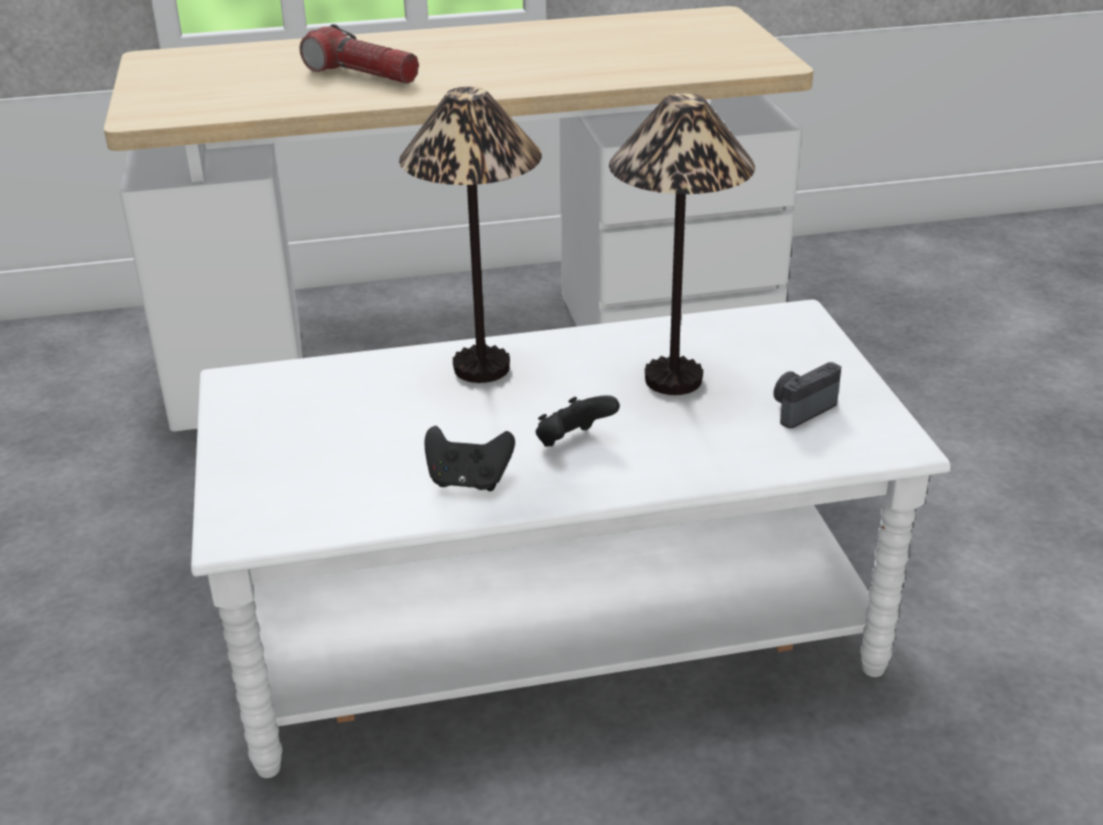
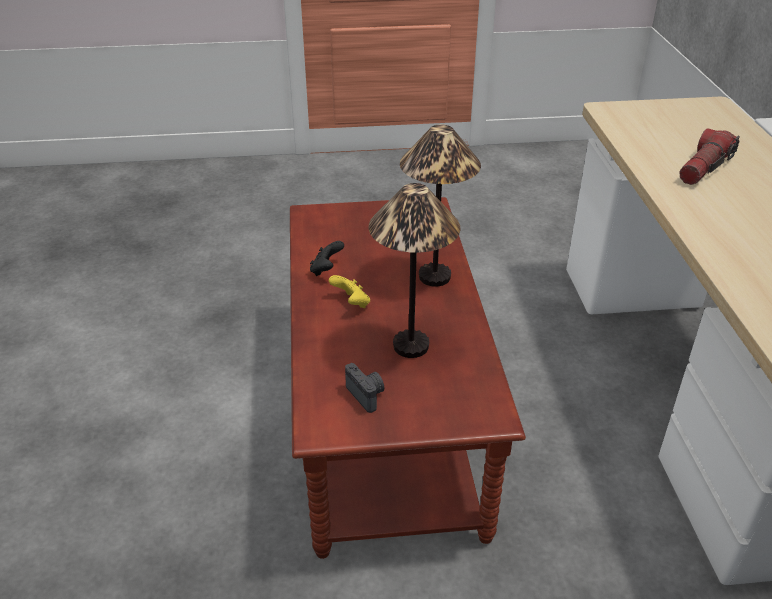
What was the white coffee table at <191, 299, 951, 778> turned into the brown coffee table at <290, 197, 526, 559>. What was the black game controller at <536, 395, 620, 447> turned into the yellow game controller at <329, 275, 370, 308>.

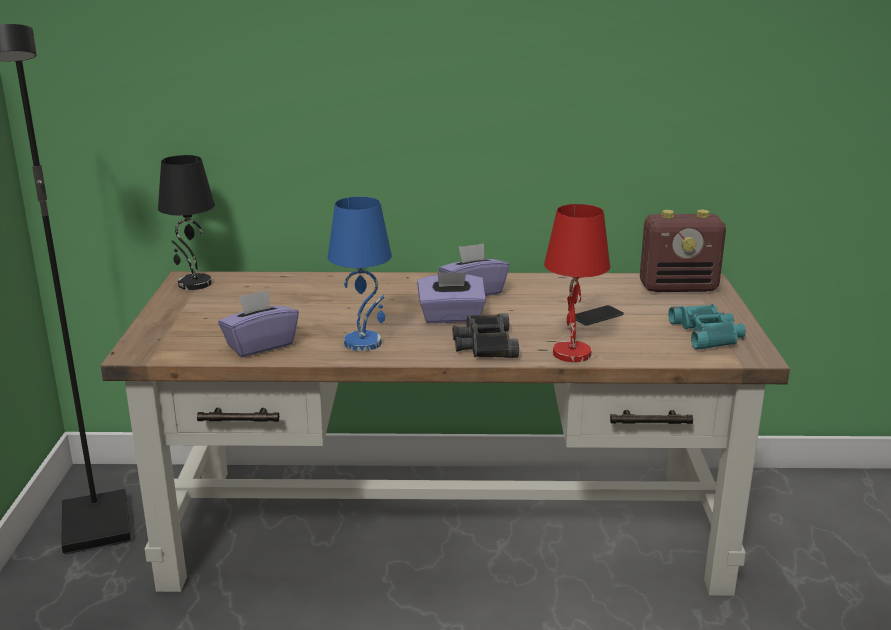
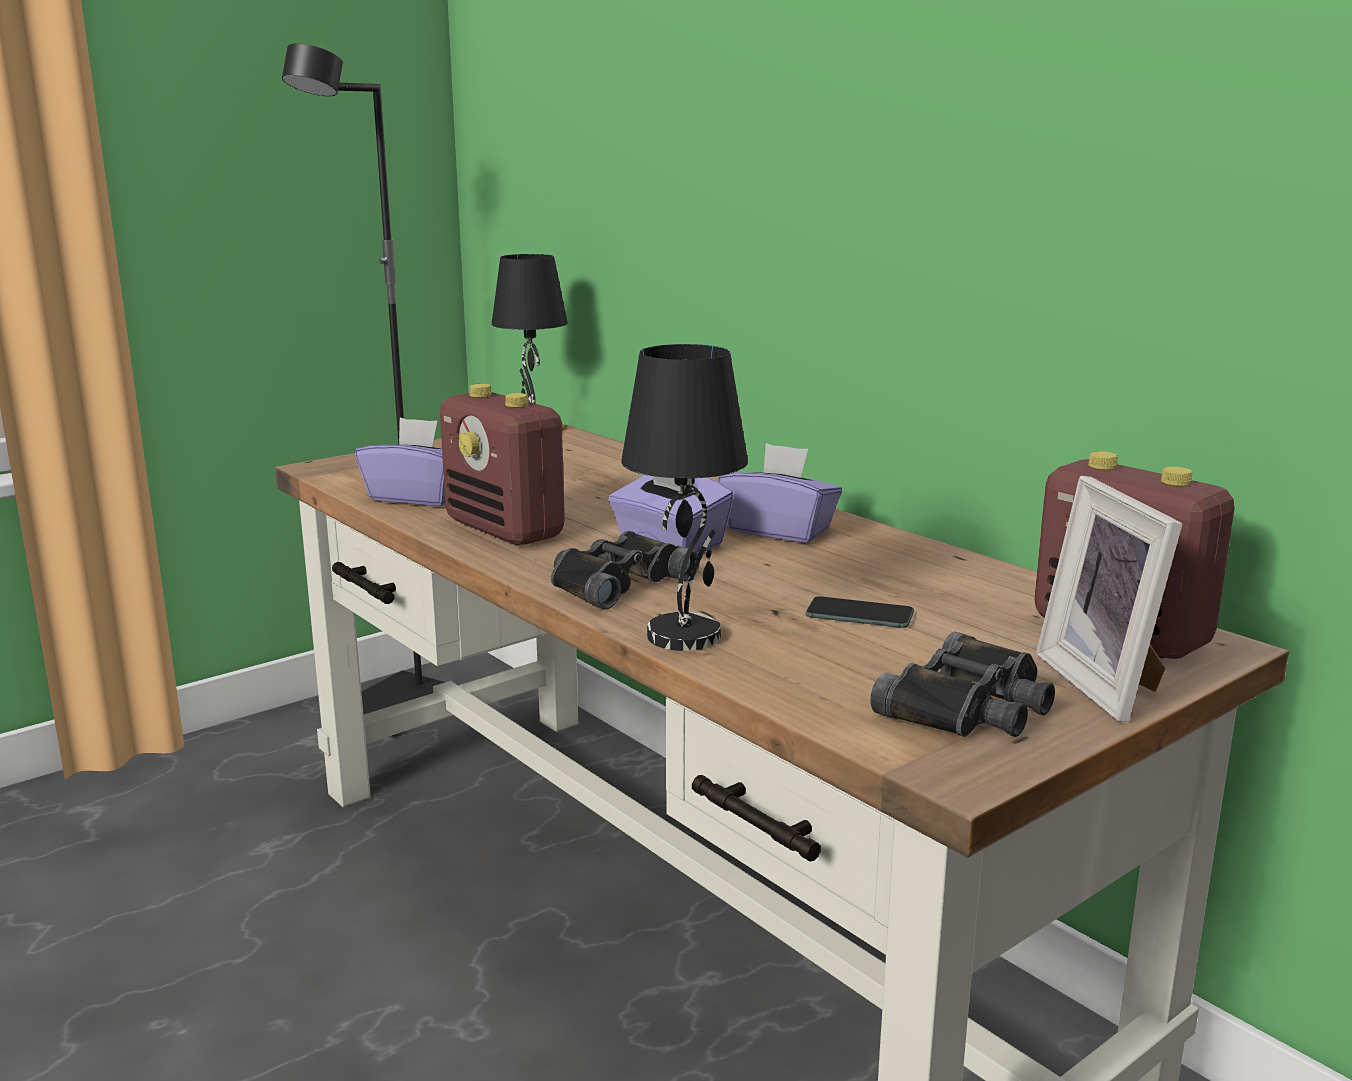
Where the blue table lamp stood at <328, 197, 392, 351>, the radio came to stand at <440, 384, 568, 545>. What was the red table lamp at <544, 204, 610, 362> turned into the black table lamp at <621, 344, 748, 651>. What was the turquoise binoculars at <668, 304, 746, 350> turned into the black binoculars at <870, 632, 1055, 737>. The second view gained the picture frame at <1036, 476, 1182, 722>.

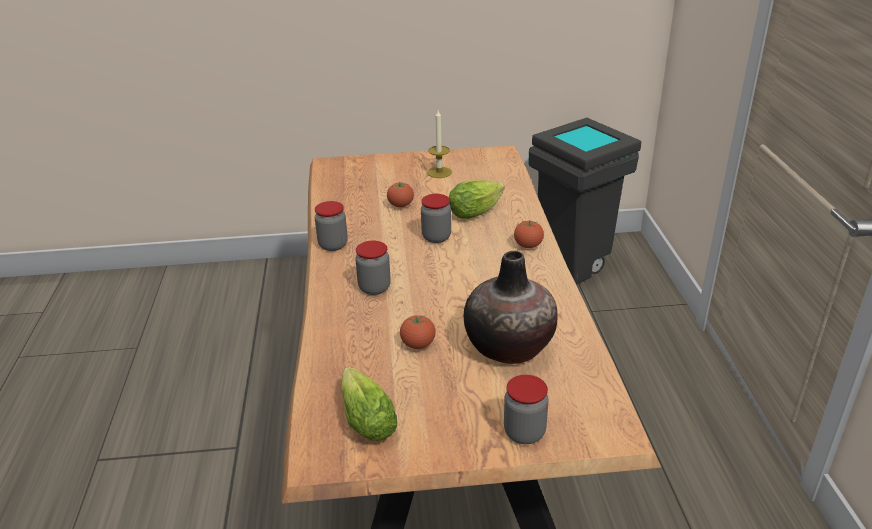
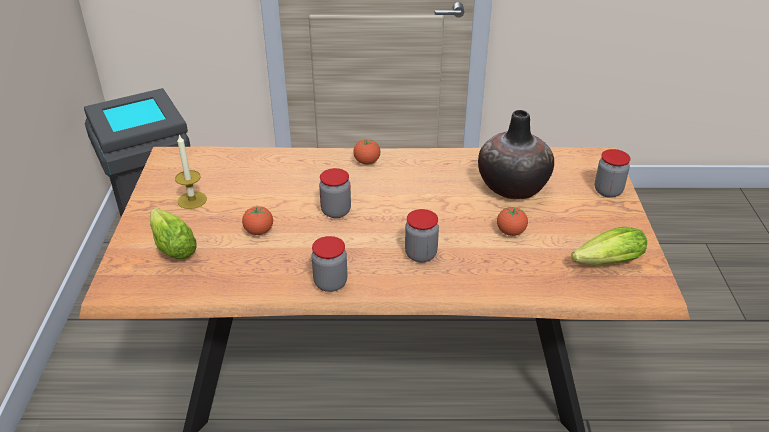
The lettuce ended up elsewhere, having gone from <449, 180, 505, 219> to <150, 208, 197, 259>.

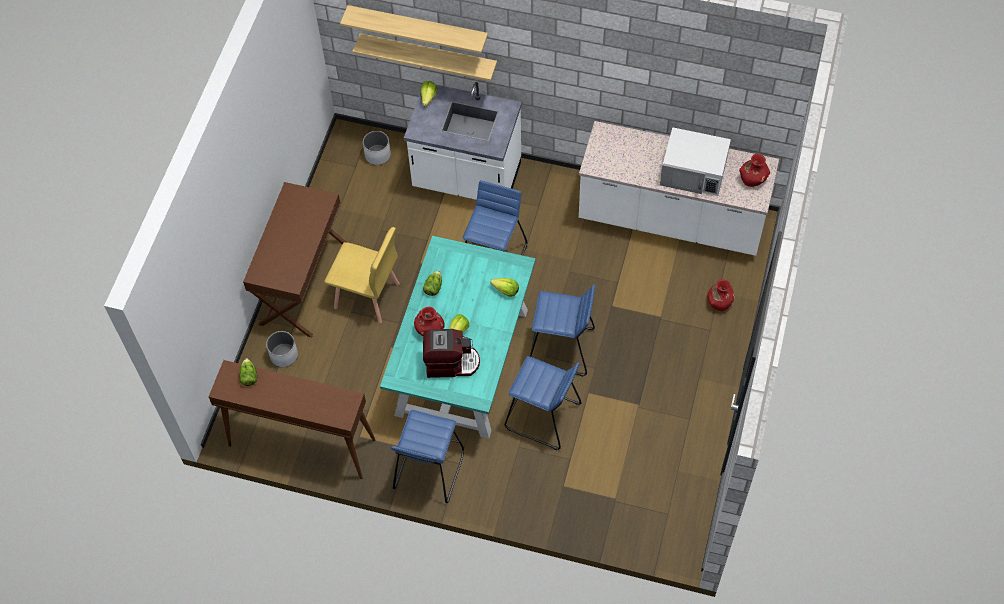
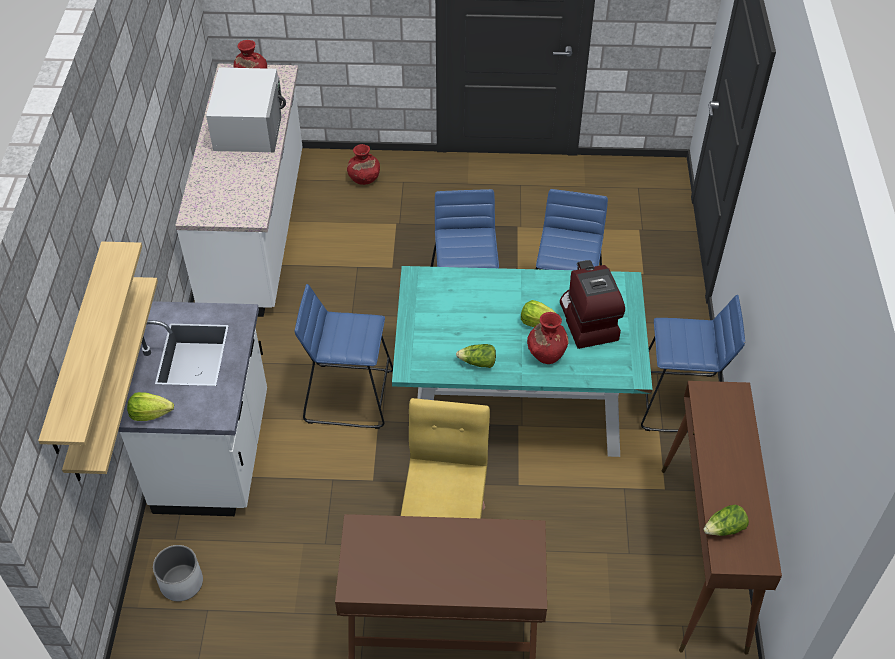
The second view lost the white planter at <266, 331, 298, 367>. The second view lost the lettuce at <490, 278, 519, 297>.

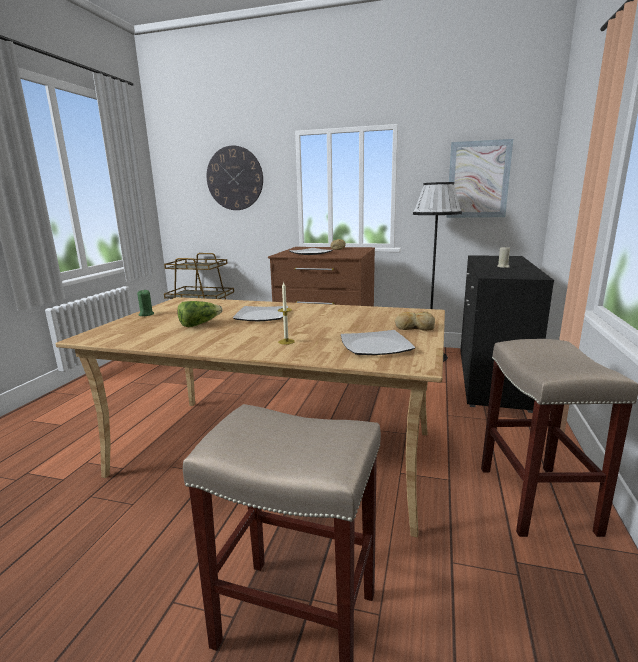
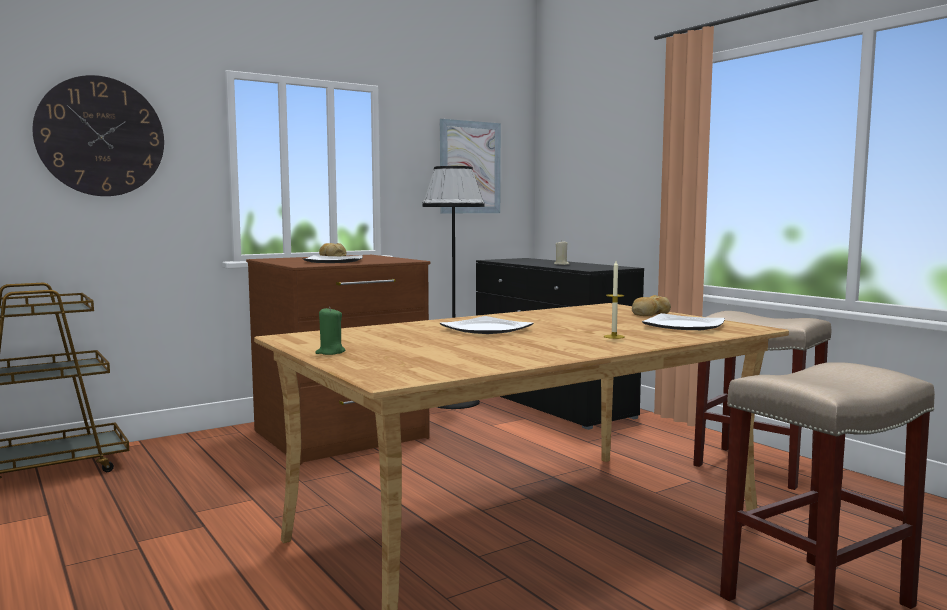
The second view lost the lettuce at <177, 301, 223, 327>.

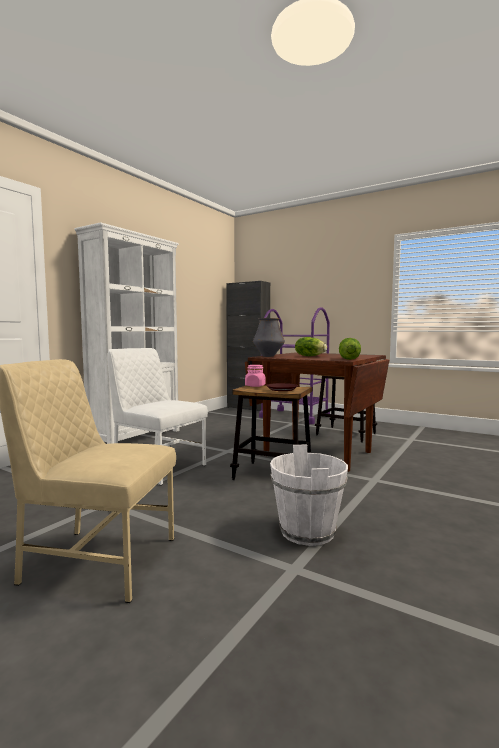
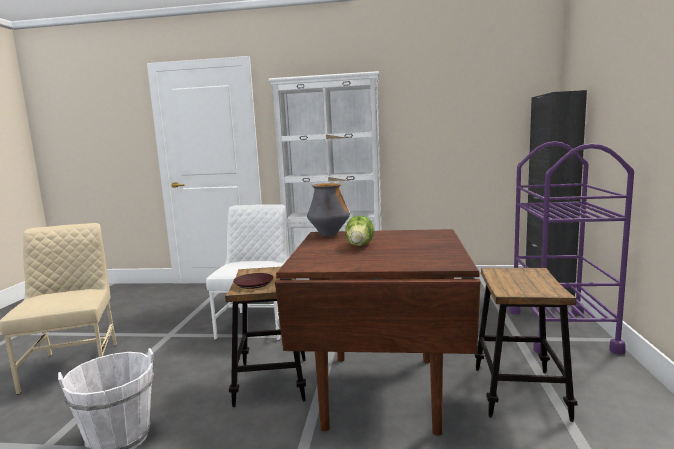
The second view lost the pink jar at <245, 365, 265, 387>. The second view lost the lettuce at <339, 338, 361, 360>.

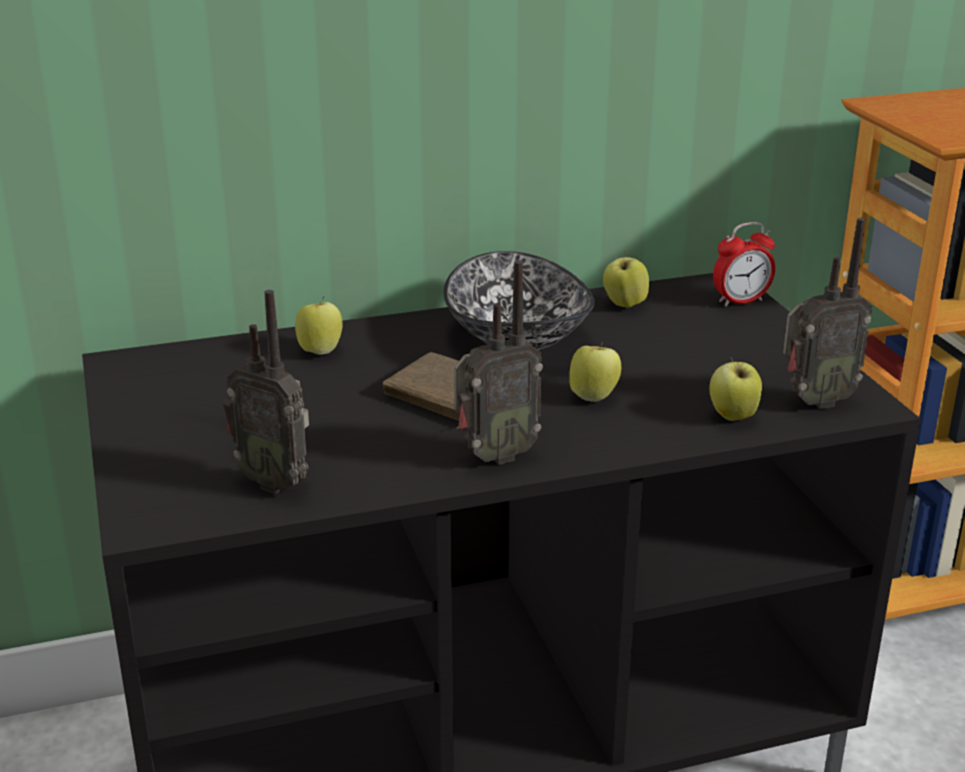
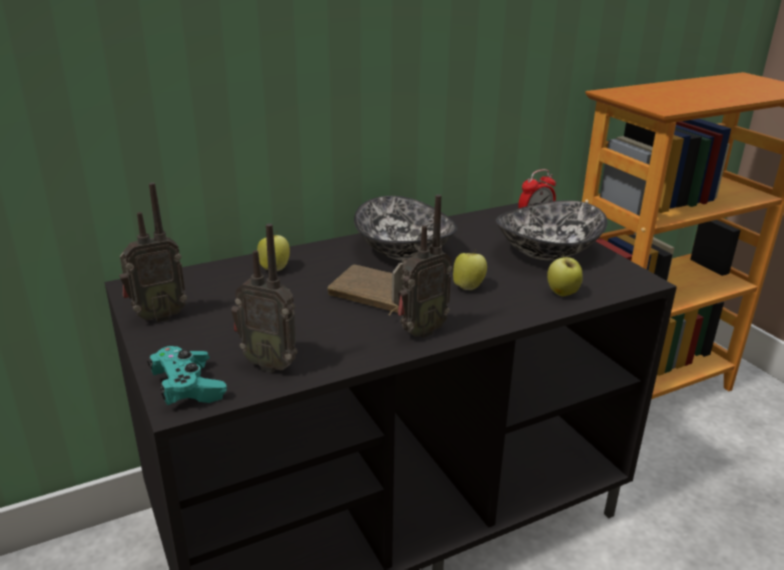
The second view lost the apple at <603, 251, 649, 307>. The radio ended up elsewhere, having gone from <783, 218, 872, 409> to <119, 182, 187, 323>. The second view gained the turquoise game controller at <147, 346, 227, 405>. The second view gained the bowl at <496, 200, 607, 260>.

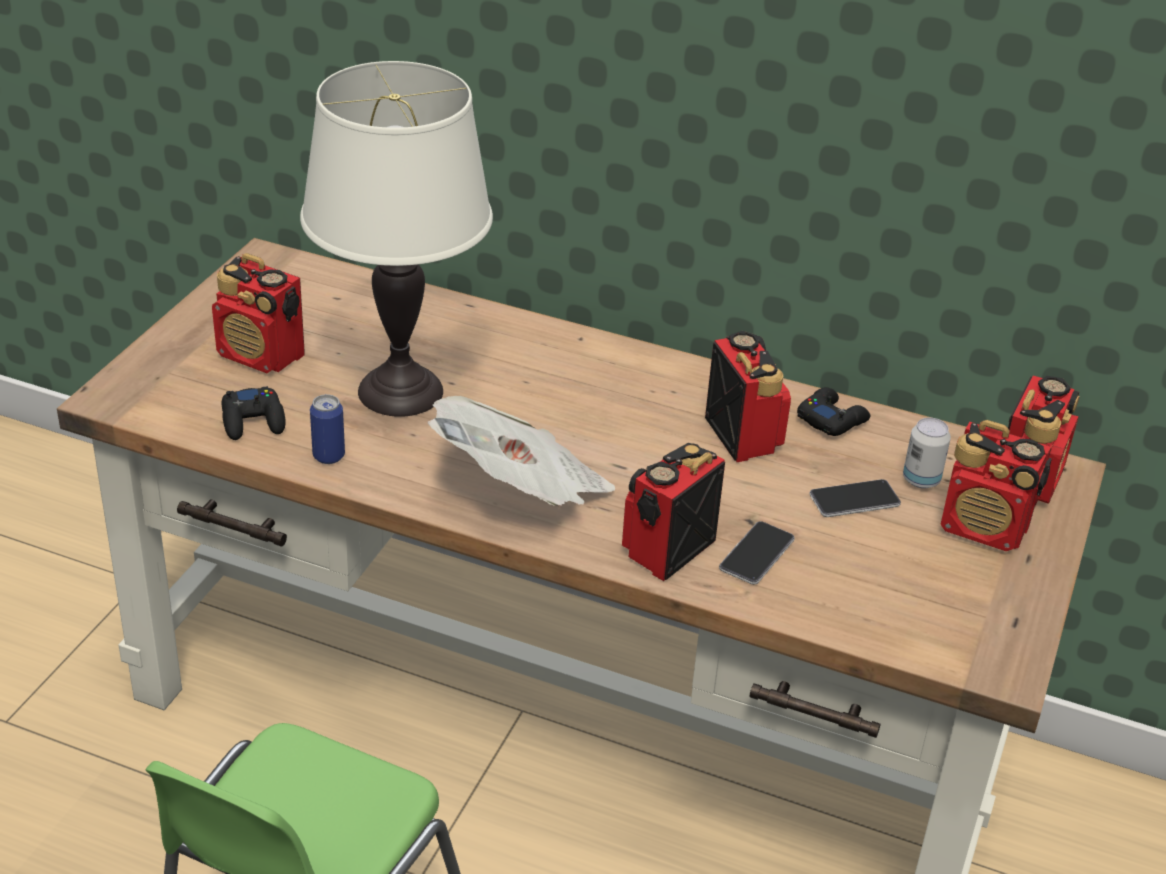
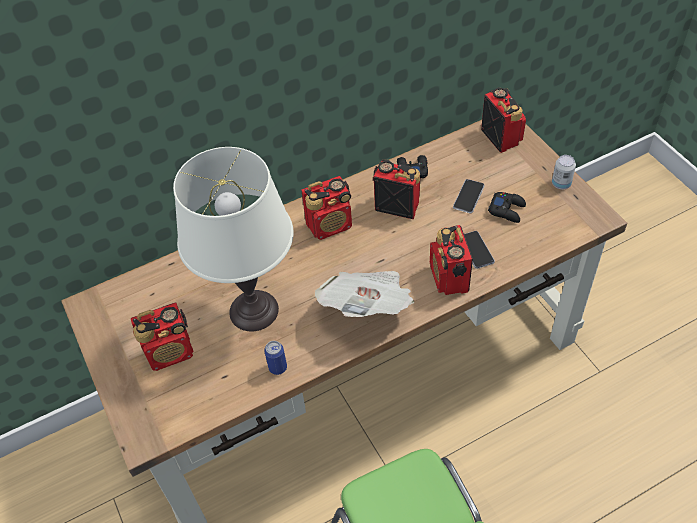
The black game controller ended up elsewhere, having gone from <221, 386, 286, 440> to <488, 192, 526, 223>. The can ended up elsewhere, having gone from <903, 418, 951, 489> to <552, 155, 576, 189>. The radio ended up elsewhere, having gone from <941, 420, 1052, 551> to <301, 176, 352, 240>.

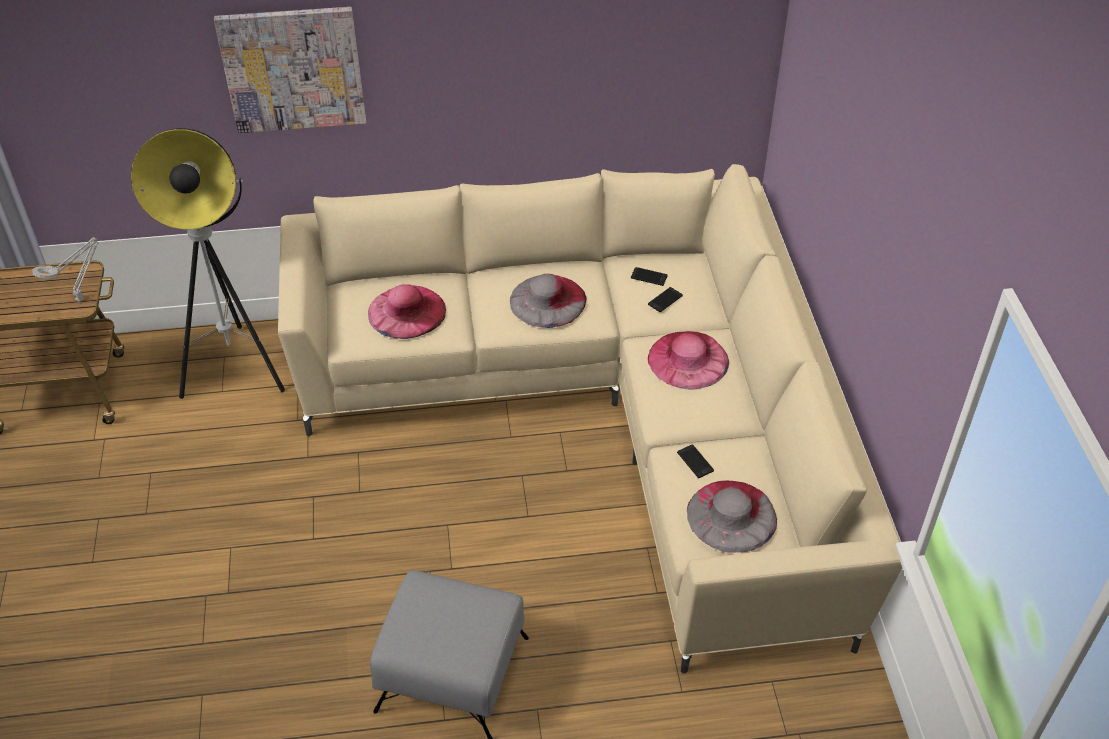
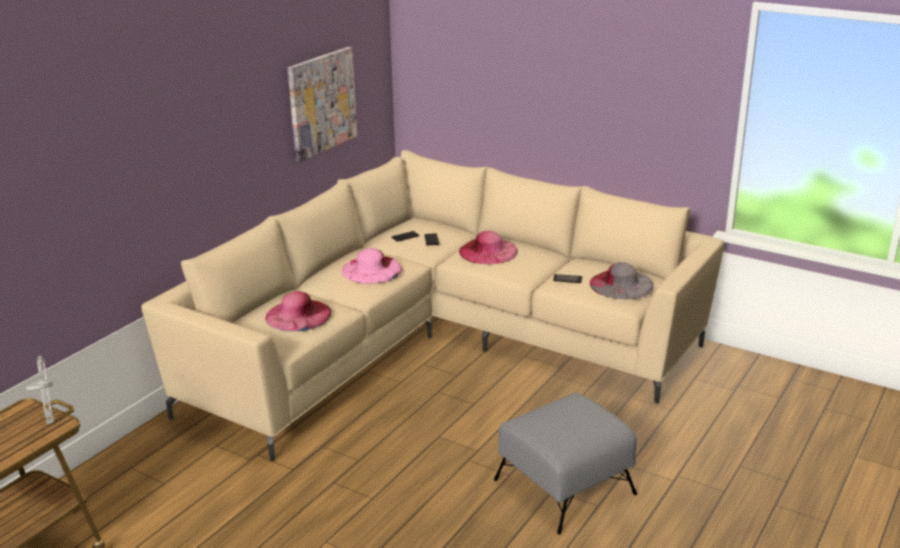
The second view lost the floor lamp at <131, 128, 285, 399>. The picture ended up elsewhere, having gone from <214, 7, 366, 133> to <288, 47, 357, 162>. What was the grey hat at <510, 274, 587, 328> turned into the pink hat at <342, 248, 402, 284>.

